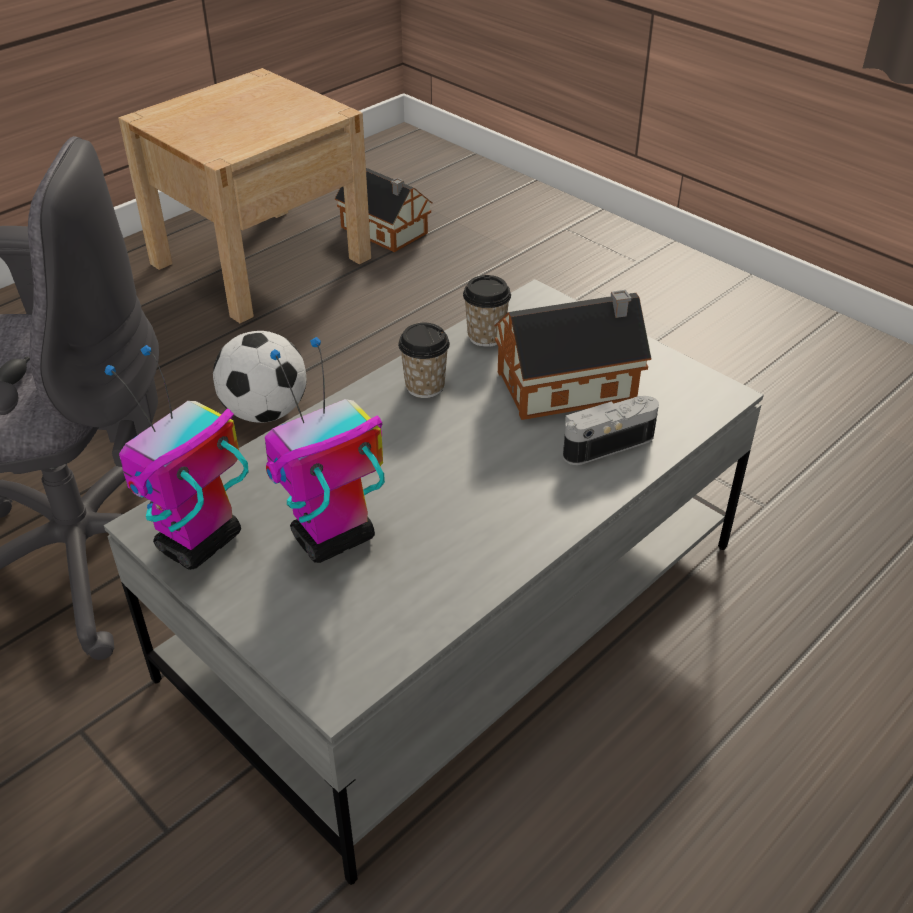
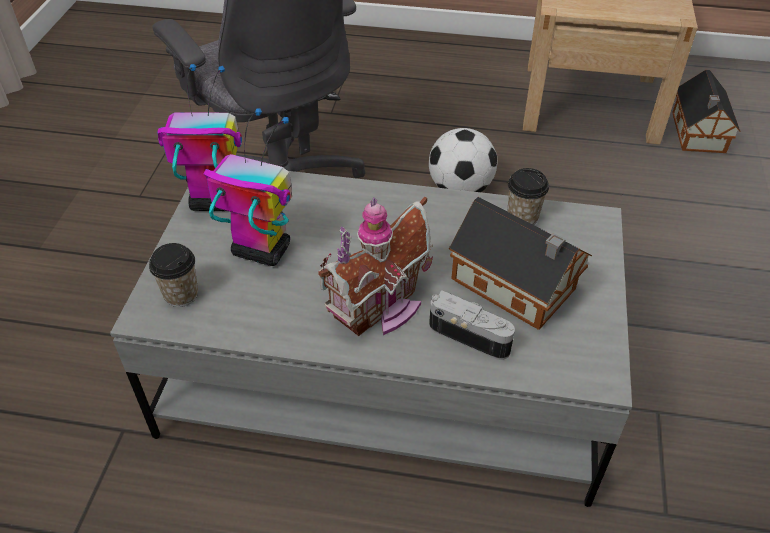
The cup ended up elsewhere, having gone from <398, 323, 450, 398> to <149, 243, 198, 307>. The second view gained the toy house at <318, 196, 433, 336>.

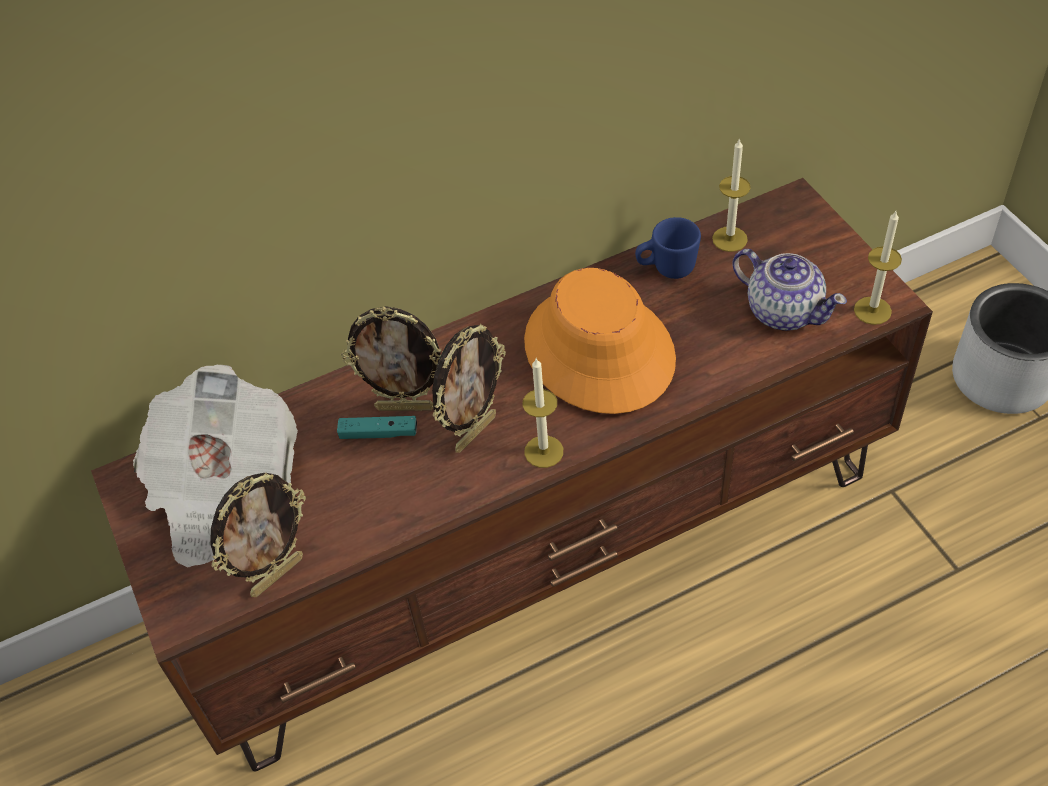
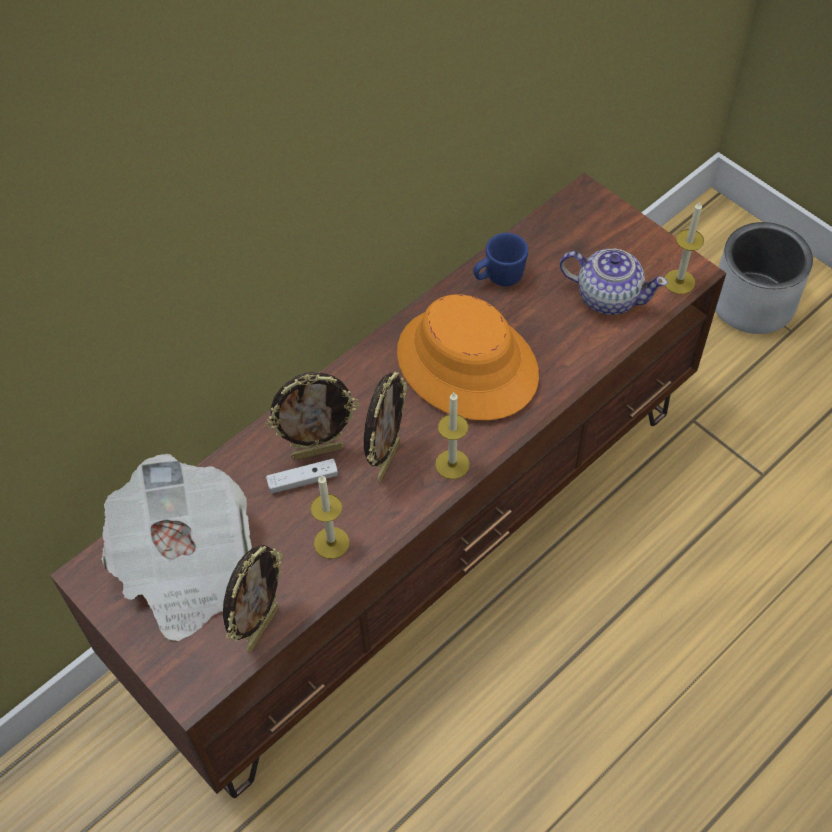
What was the turquoise game controller at <337, 416, 417, 439> turned into the white game controller at <266, 459, 338, 494>. The candle ended up elsewhere, having gone from <712, 138, 751, 252> to <310, 474, 350, 559>.

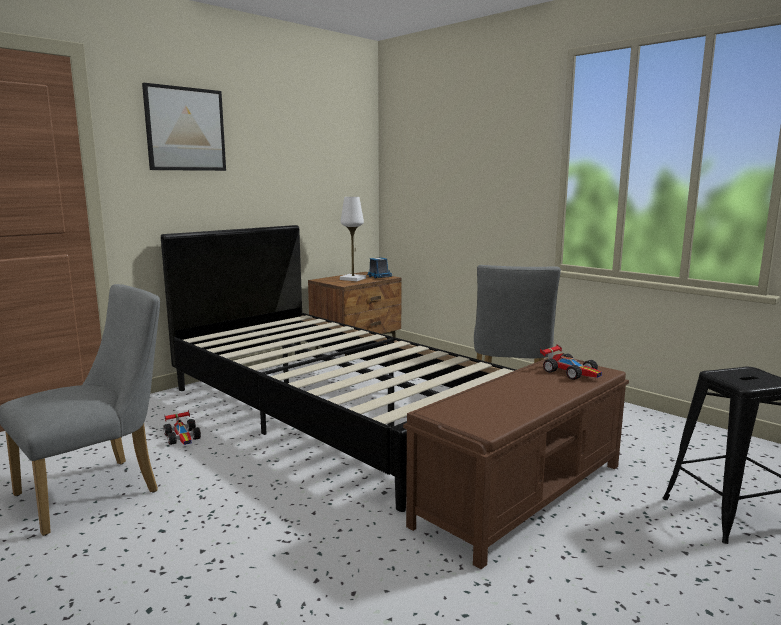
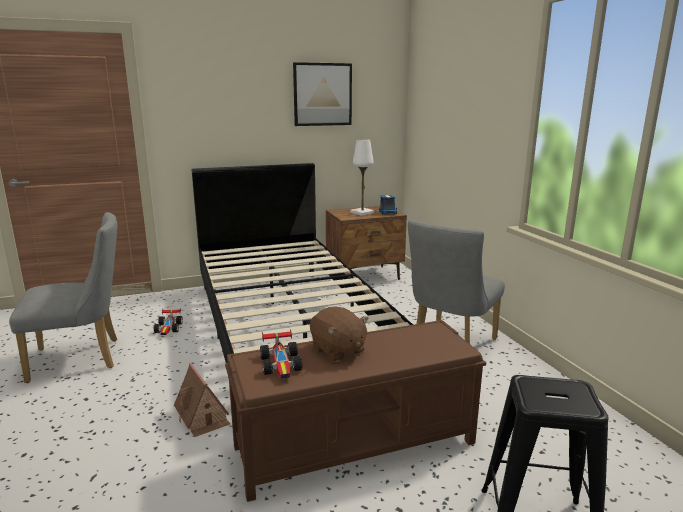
The picture ended up elsewhere, having gone from <142, 83, 226, 171> to <293, 62, 352, 126>. The toy car ended up elsewhere, having gone from <540, 344, 602, 380> to <260, 329, 302, 379>. The second view gained the toy house at <174, 363, 230, 437>. The second view gained the brown plush toy at <310, 306, 369, 362>.

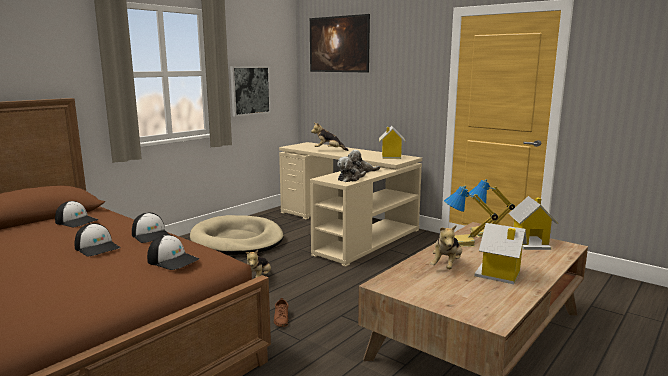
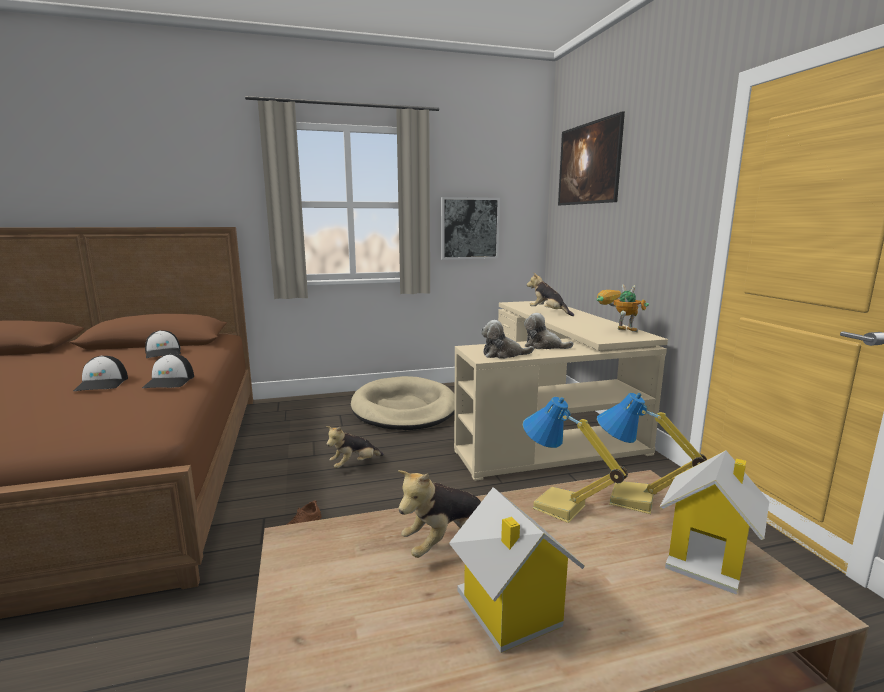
The second view lost the cap at <147, 235, 199, 270>. Where the toy house stood at <379, 126, 406, 159>, the toy robot came to stand at <596, 284, 649, 332>.

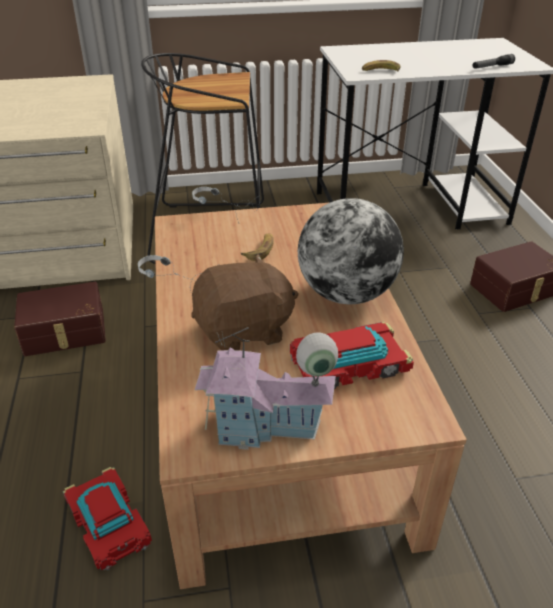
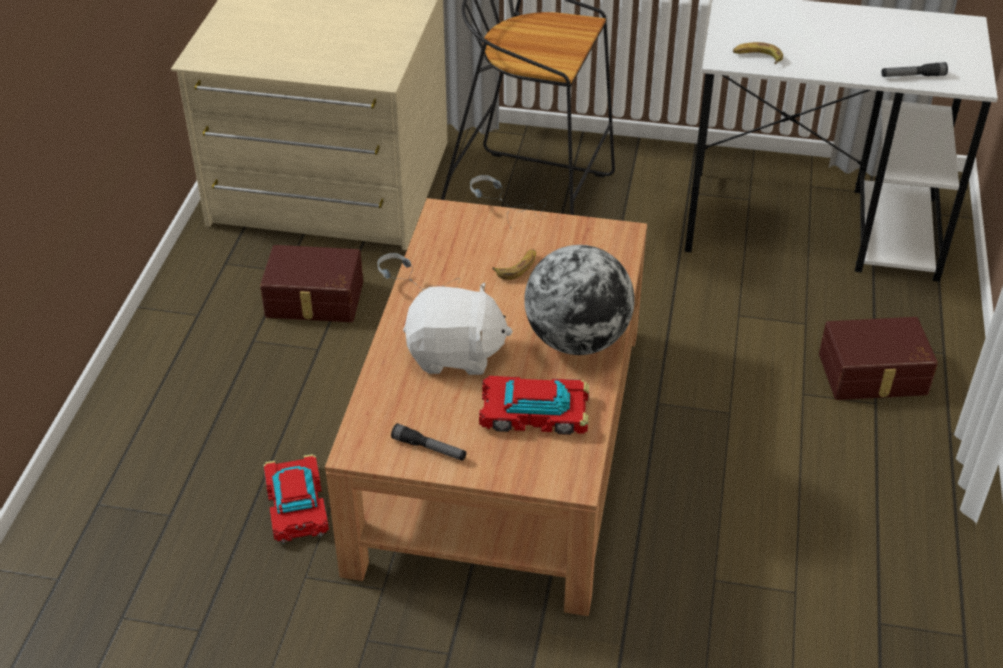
What was the brown plush toy at <191, 254, 298, 351> turned into the white plush toy at <403, 282, 513, 375>. Where the toy house stood at <195, 327, 338, 450>, the flashlight came to stand at <391, 423, 466, 461>.

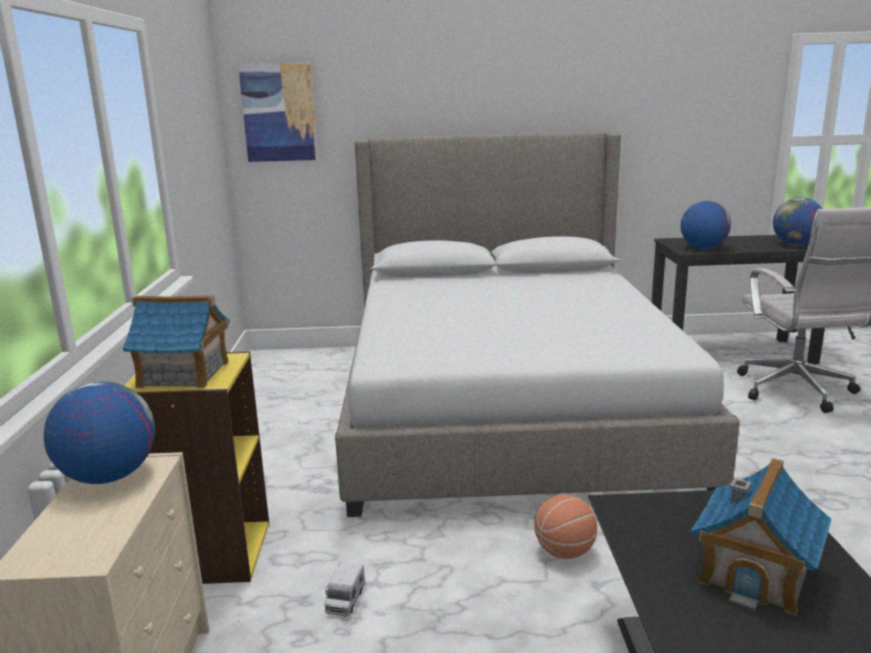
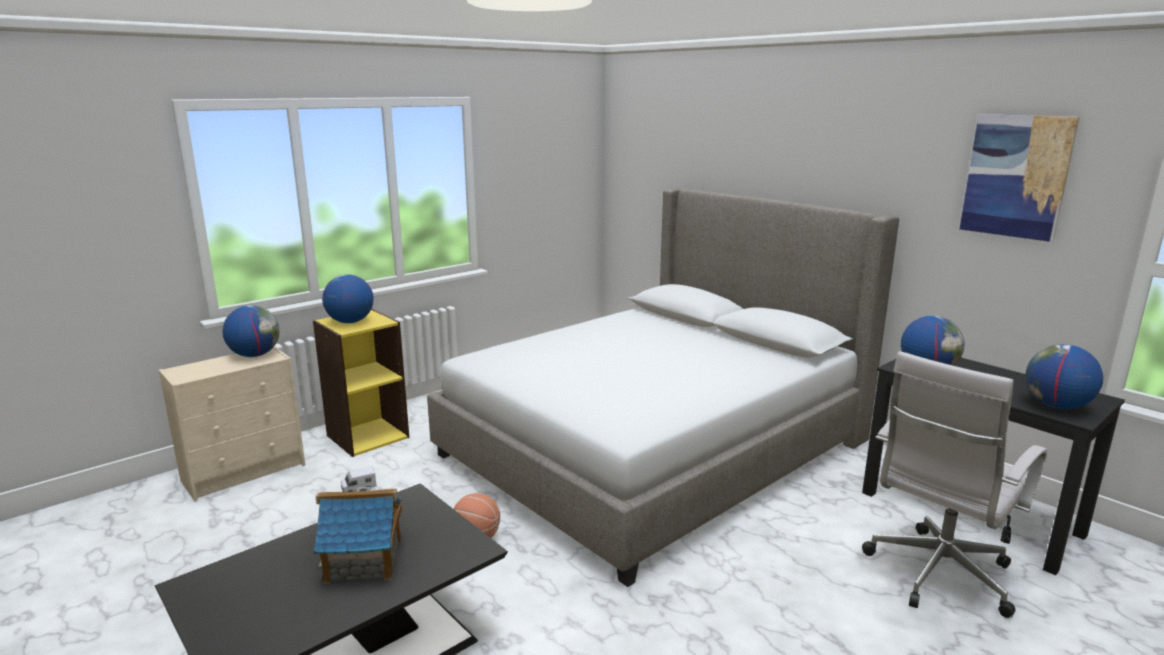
Where the toy house stood at <123, 295, 229, 388>, the globe came to stand at <322, 274, 374, 323>. The picture ended up elsewhere, having gone from <238, 62, 318, 162> to <960, 114, 1079, 242>.

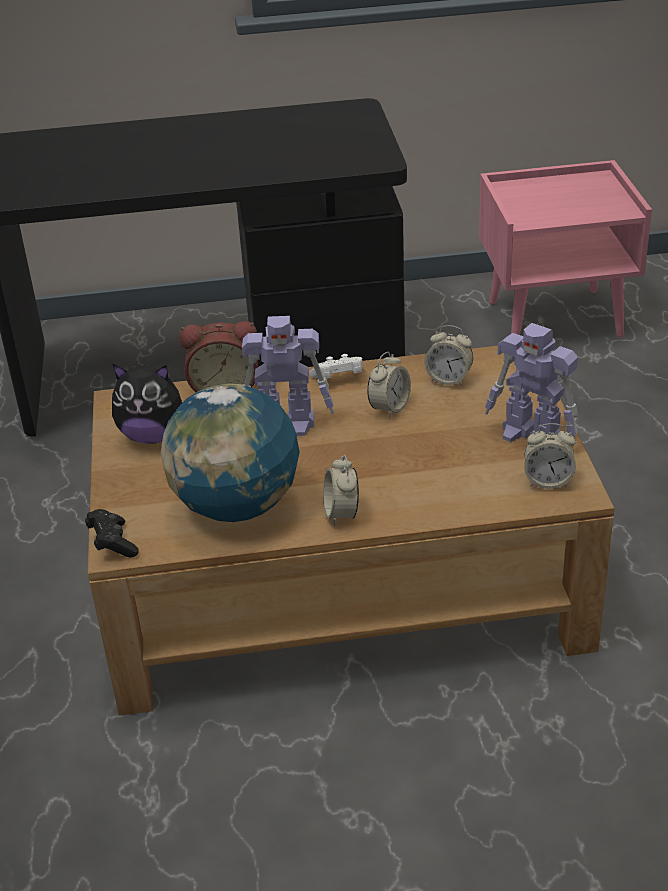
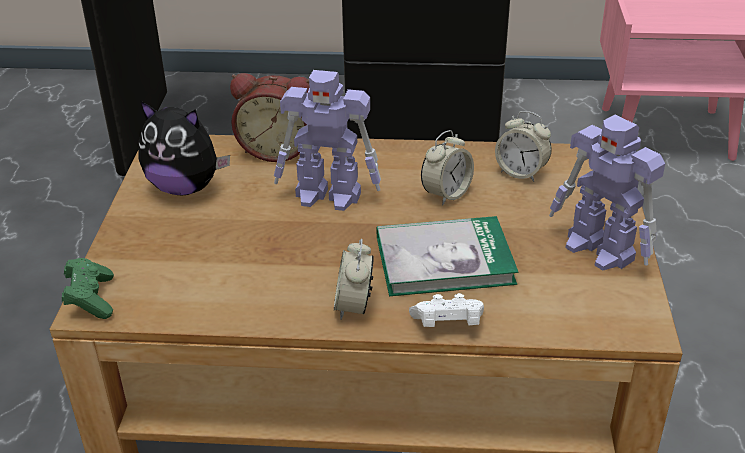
What was the black game controller at <85, 509, 139, 557> turned into the green game controller at <62, 258, 114, 319>. The second view lost the globe at <160, 384, 300, 522>. The white game controller ended up elsewhere, having gone from <309, 354, 362, 378> to <409, 293, 484, 327>. The second view lost the alarm clock at <524, 423, 576, 489>. The second view gained the book at <377, 216, 519, 296>.

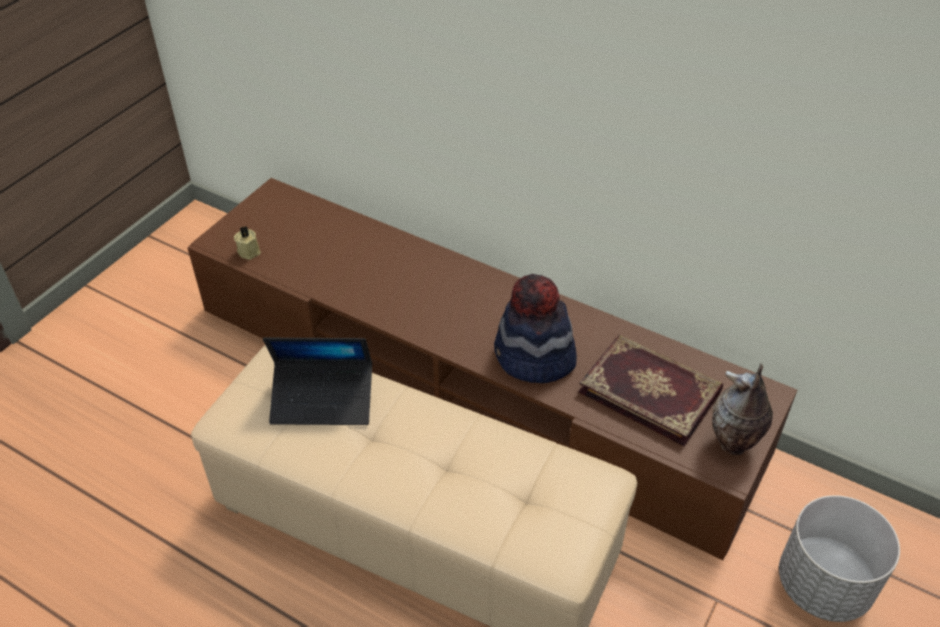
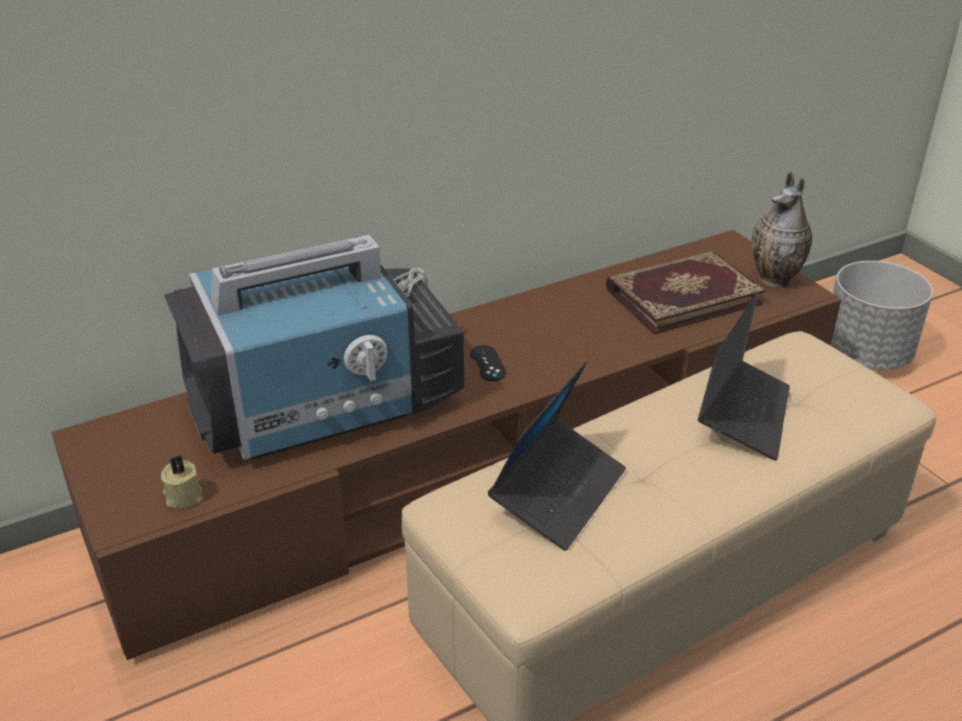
The second view lost the hat at <494, 274, 577, 383>. The second view gained the television at <164, 235, 464, 460>. The second view gained the black game controller at <470, 345, 506, 381>. The second view gained the laptop at <698, 291, 790, 460>.

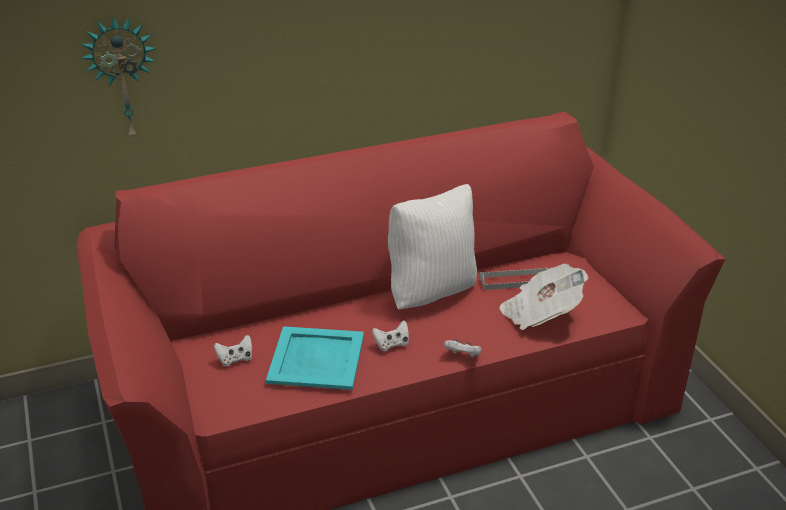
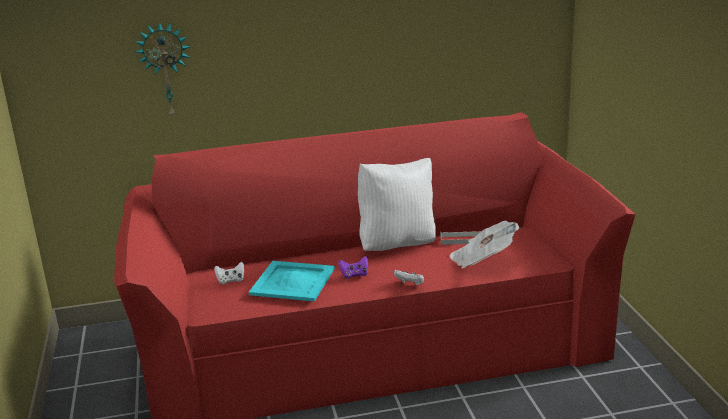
What was the white game controller at <372, 321, 409, 351> turned into the purple game controller at <338, 256, 368, 279>.

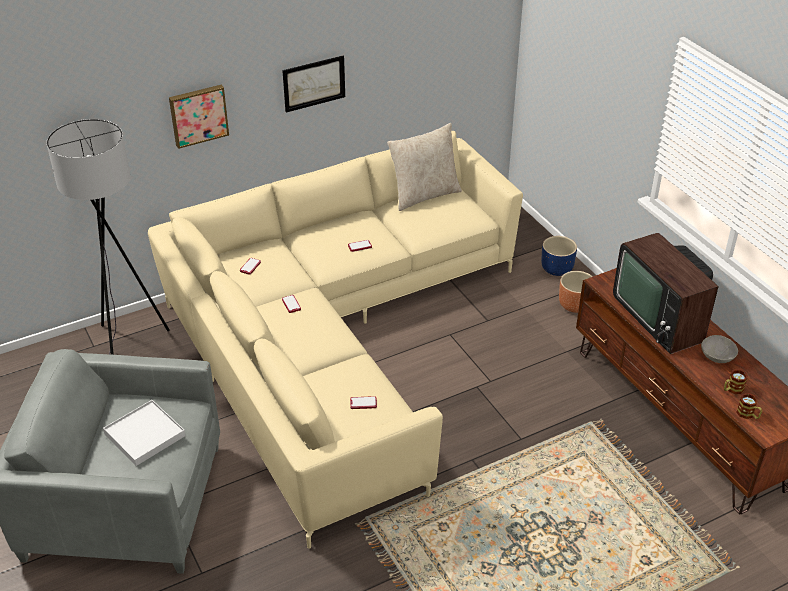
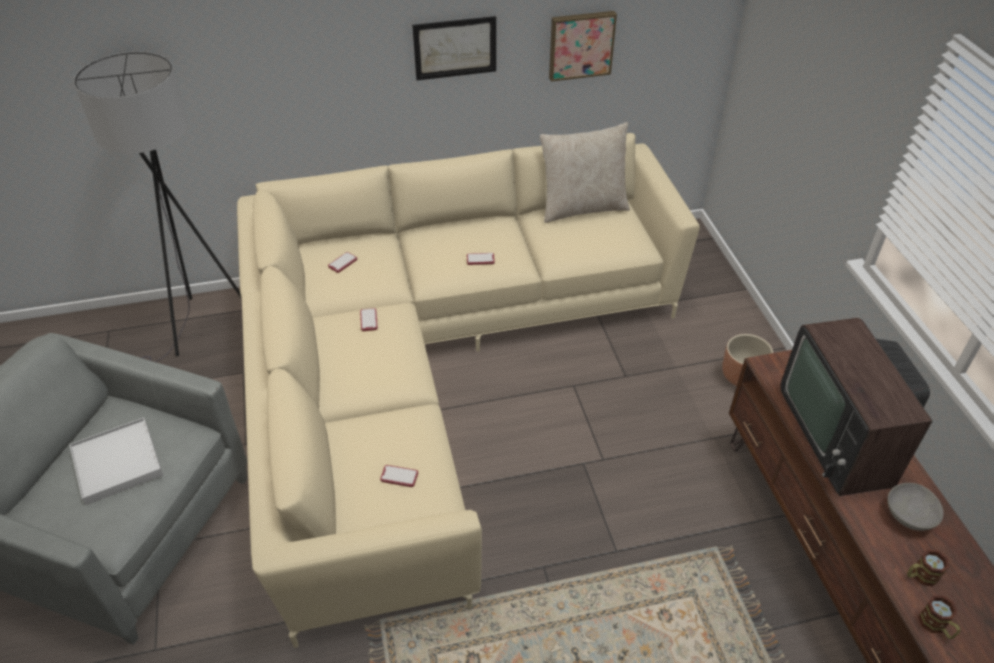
The picture ended up elsewhere, having gone from <169, 85, 229, 149> to <549, 11, 617, 82>. The second view lost the blue planter at <541, 236, 577, 276>.

